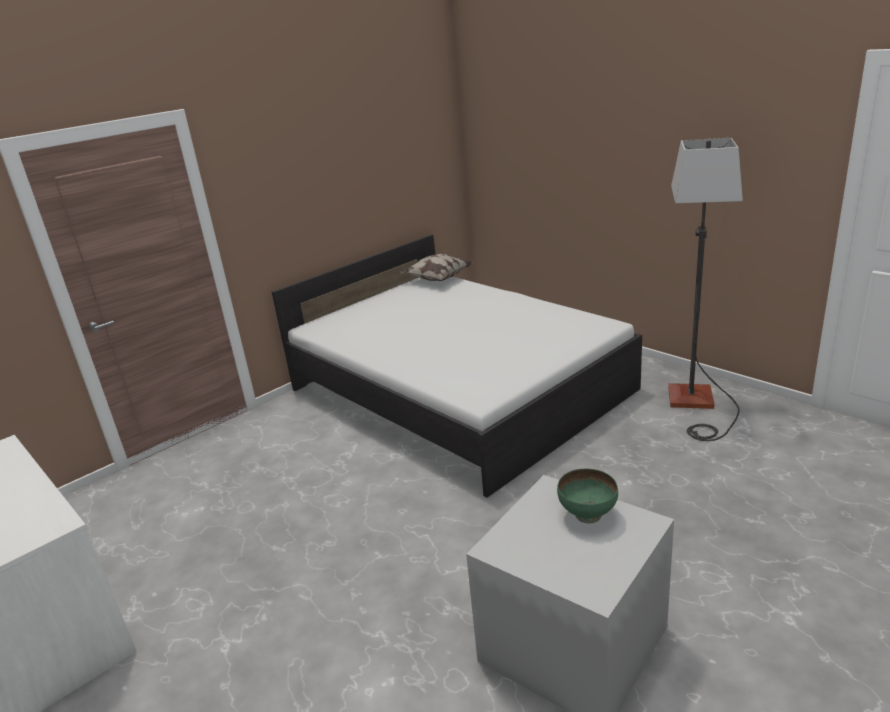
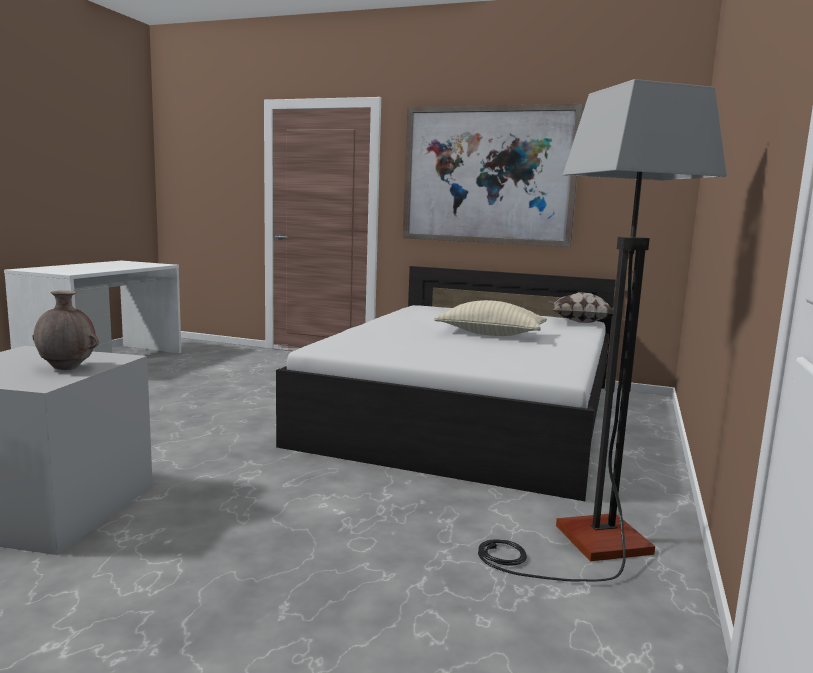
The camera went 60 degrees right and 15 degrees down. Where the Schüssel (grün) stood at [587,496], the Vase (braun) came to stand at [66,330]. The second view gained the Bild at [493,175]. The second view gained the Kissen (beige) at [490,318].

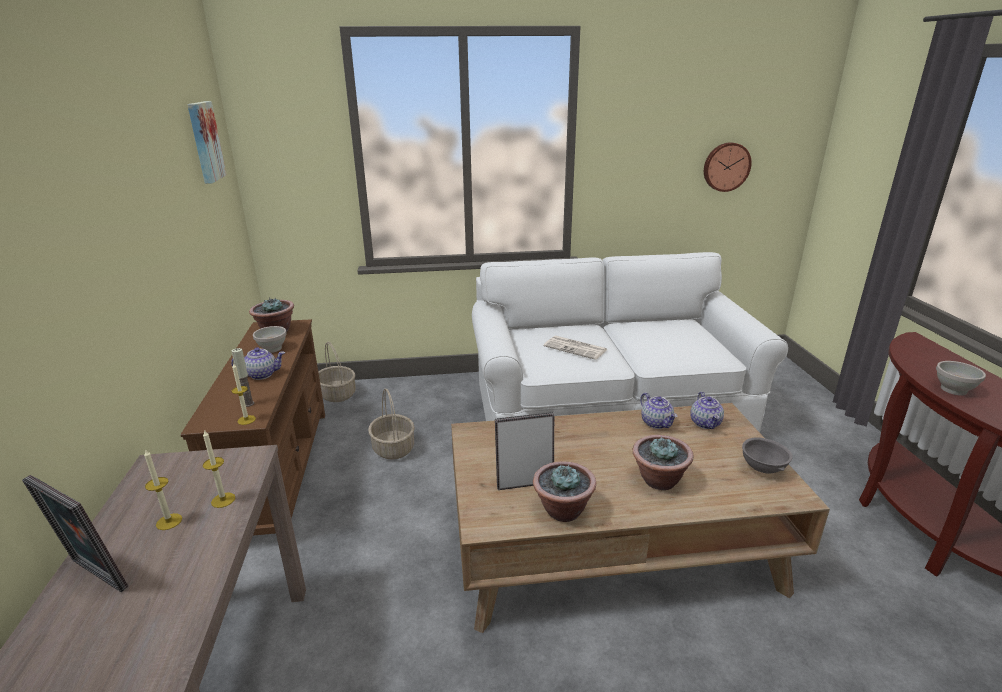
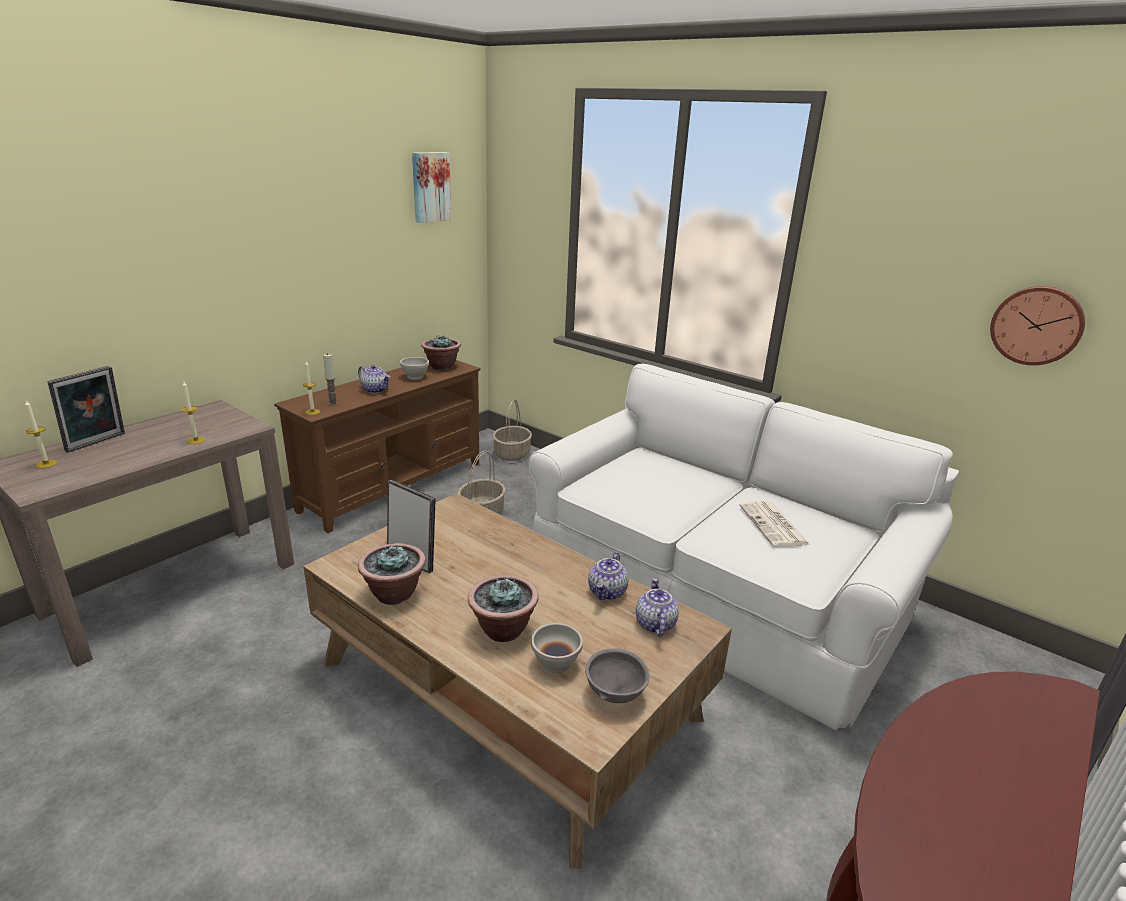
The camera went 45 degrees right and 0 degrees up. The Zeitung ended up elsewhere, having gone from [576,348] to [774,524]. The Schüssel (weiß) ended up elsewhere, having gone from [961,378] to [557,648]. The Teekanne at [707,410] ended up facing another way, 135 degrees clockwise from before. The Kerze ended up elsewhere, having gone from [163,489] to [41,435]. The Bilderrahmen at [75,533] ended up facing another way, 135 degrees counterclockwise from before.

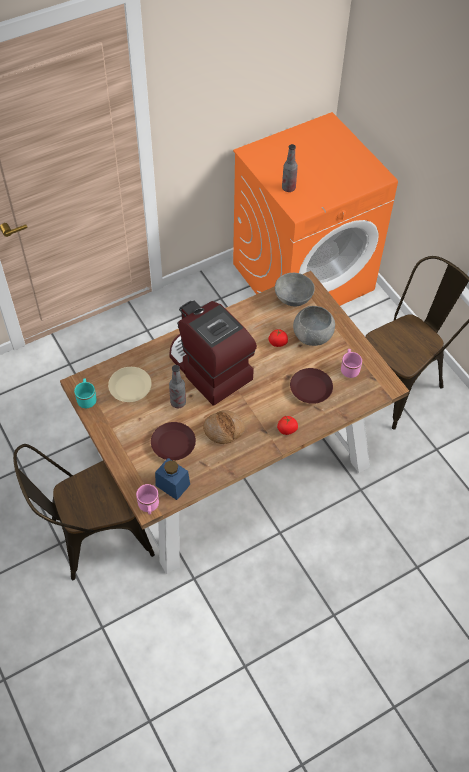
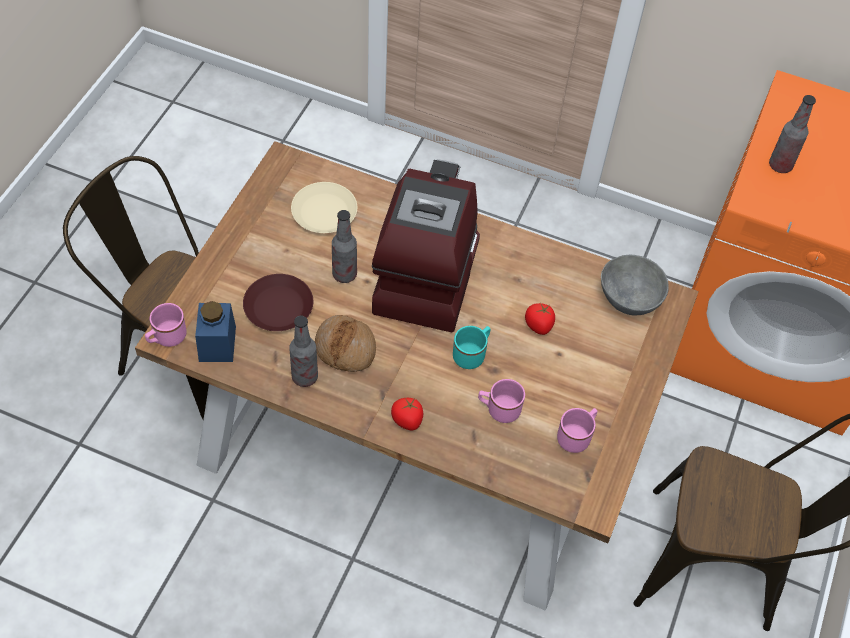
The camera went 50 degrees right and 0 degrees up. The second view lost the Schüssel (grau) at [314,326]. Where the Teller (braun) stood at [311,386], the Henkelbecher (rosa) came to stand at [501,401]. The Henkelbecher (türkis) ended up elsewhere, having gone from [85,393] to [472,347]. The second view gained the Flasche at [303,351].

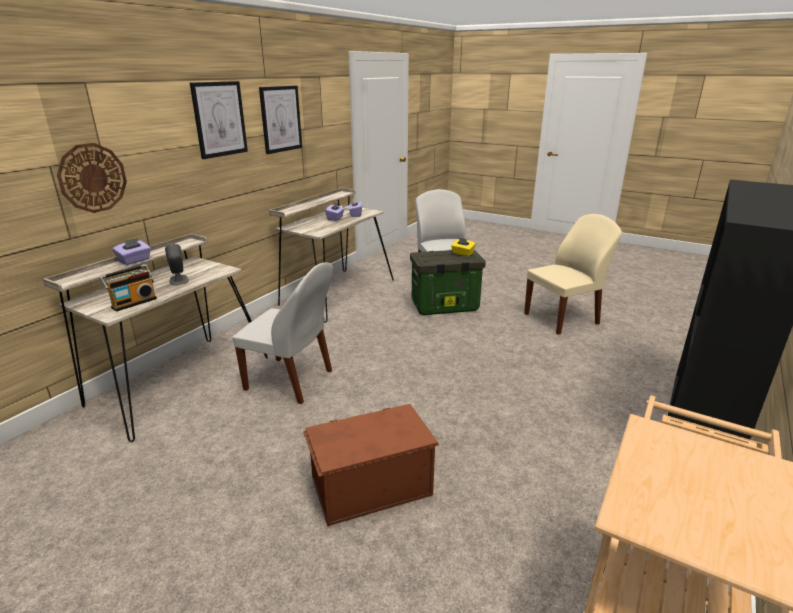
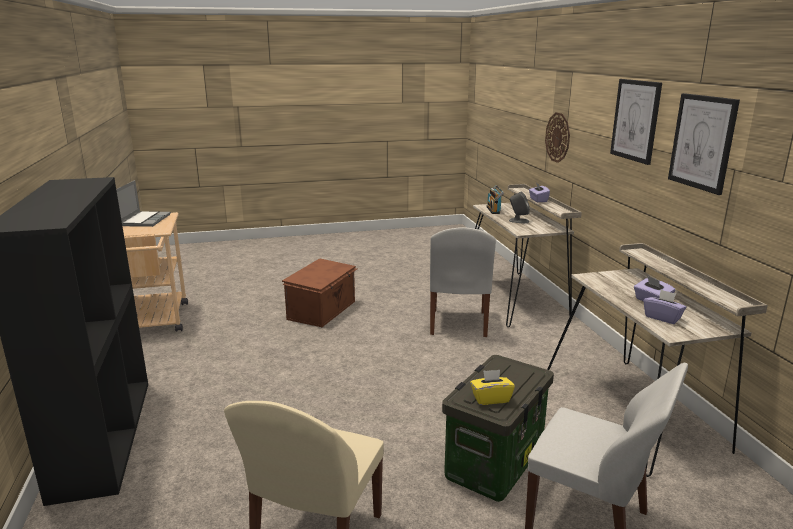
The camera went 135 degrees right and 5 degrees down. The Stuhl (weiß) at [283,333] ended up facing another way, 60 degrees counterclockwise from before. The second view gained the Laptop at [143,203].

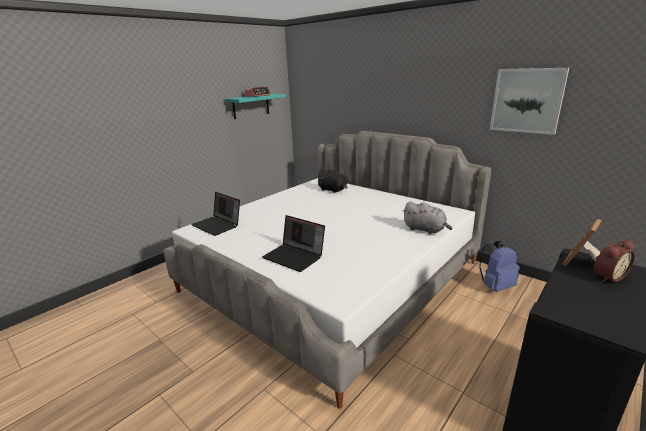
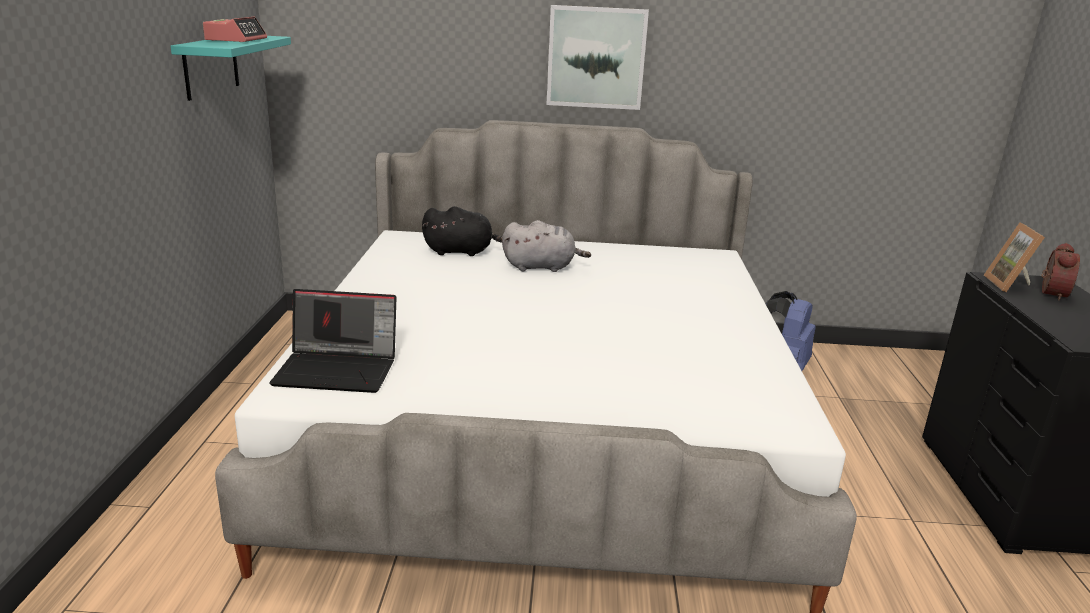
The camera went 40 degrees left and 0 degrees up. The Bild ended up elsewhere, having gone from [529,101] to [597,57]. The Plüschtier (grau) ended up elsewhere, having gone from [427,217] to [546,246]. The second view lost the Laptop at [293,243].

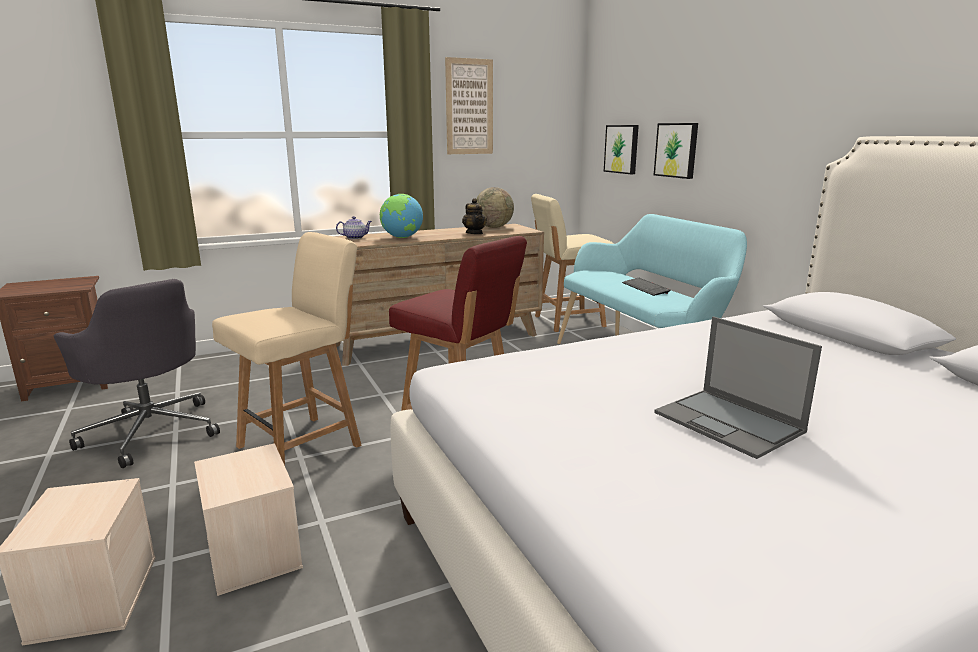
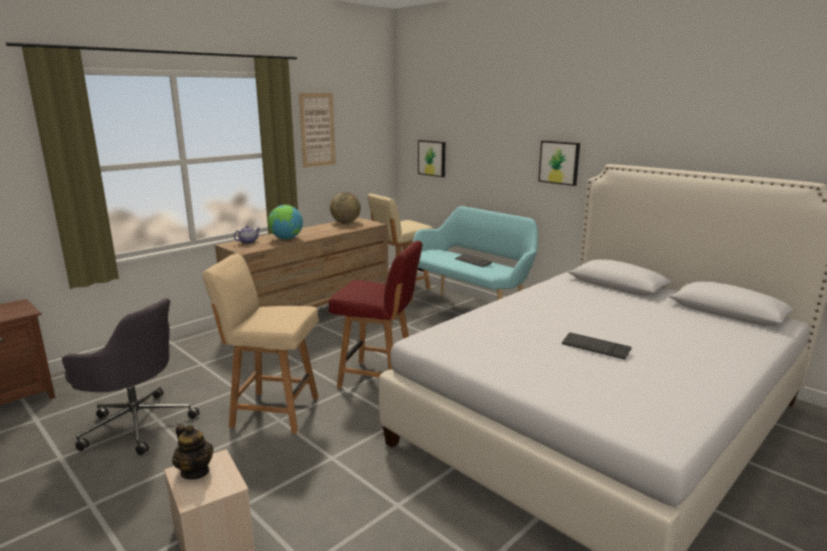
The camera went 20 degrees left and 0 degrees up. The Bild ended up elsewhere, having gone from [676,151] to [559,163]. The Teekanne ended up elsewhere, having gone from [474,216] to [192,452]. The Stuhl (beige) at [287,348] ended up facing another way, 105 degrees counterclockwise from before. Where the Laptop stood at [738,387], the Tastatur came to stand at [596,346]. The second view lost the Aufbewahrungsbox (beige) at [248,519].

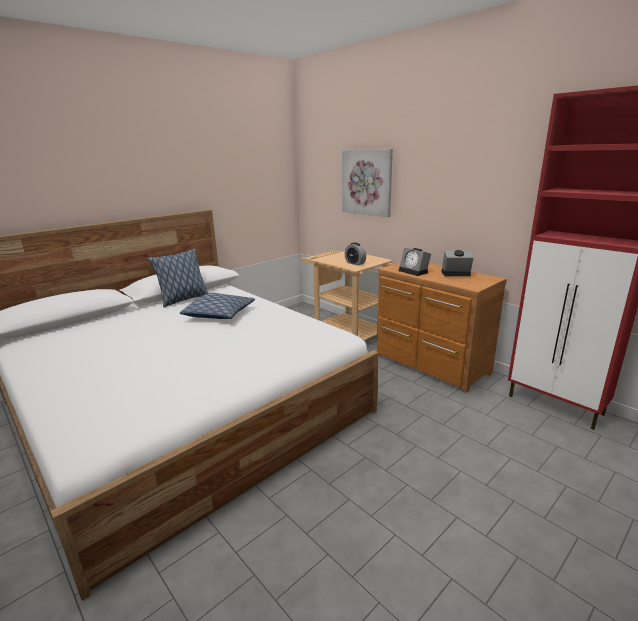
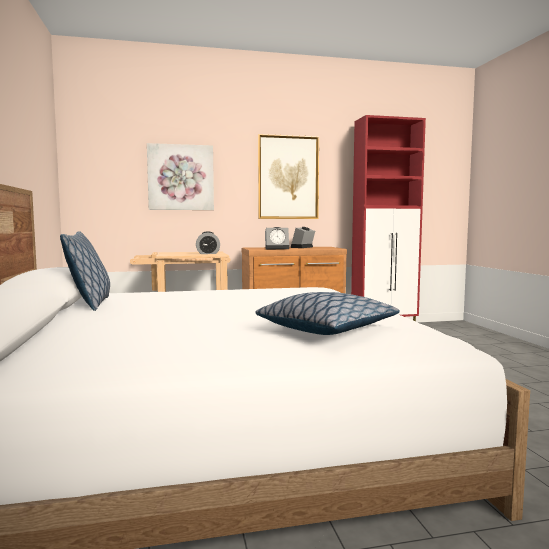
The camera went 60 degrees left and 15 degrees down. The Kissen ended up elsewhere, having gone from [217,306] to [327,313]. The second view gained the Bild at [288,176].

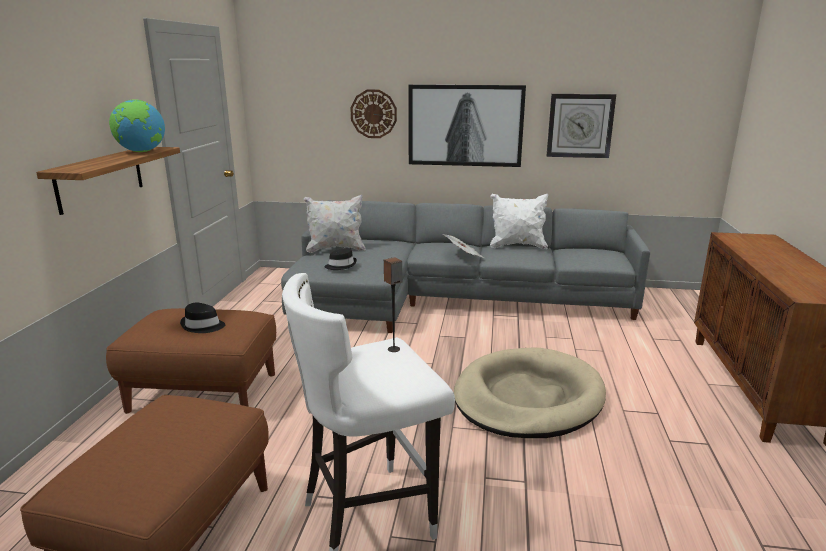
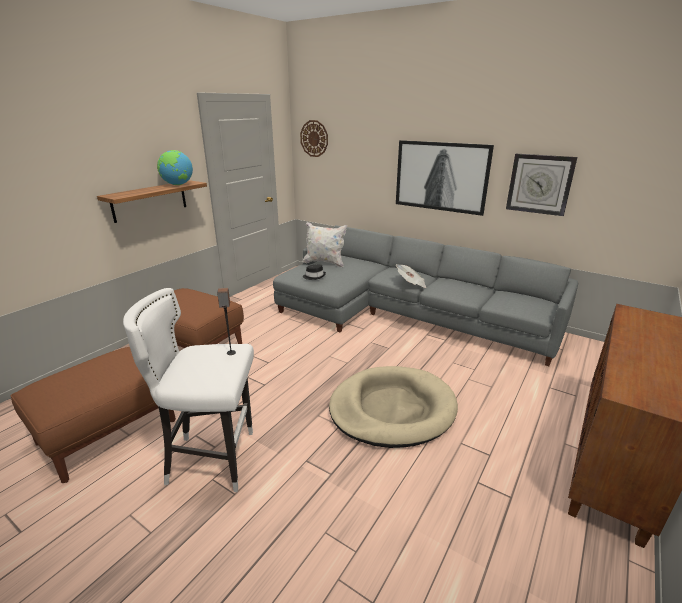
The camera went 25 degrees right and 5 degrees up. The Wanduhr ended up elsewhere, having gone from [373,114] to [314,138]. The second view lost the Kissen (weiß) at [519,221]. The second view lost the Hut (schwarz) at [202,318].

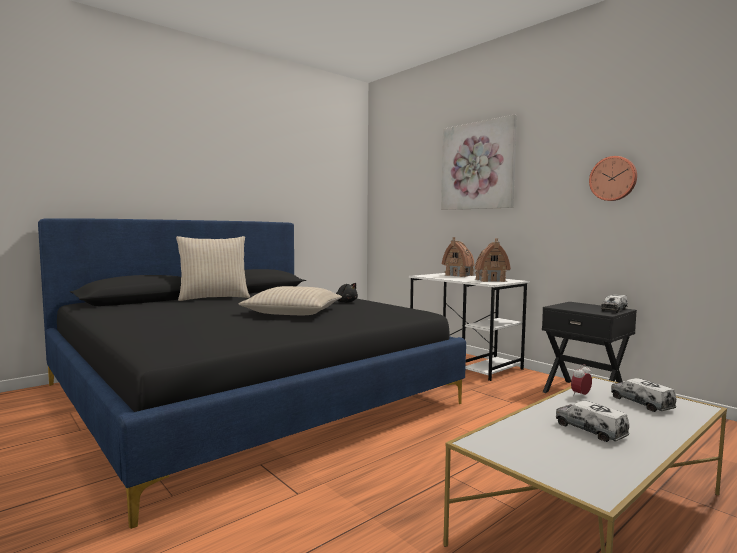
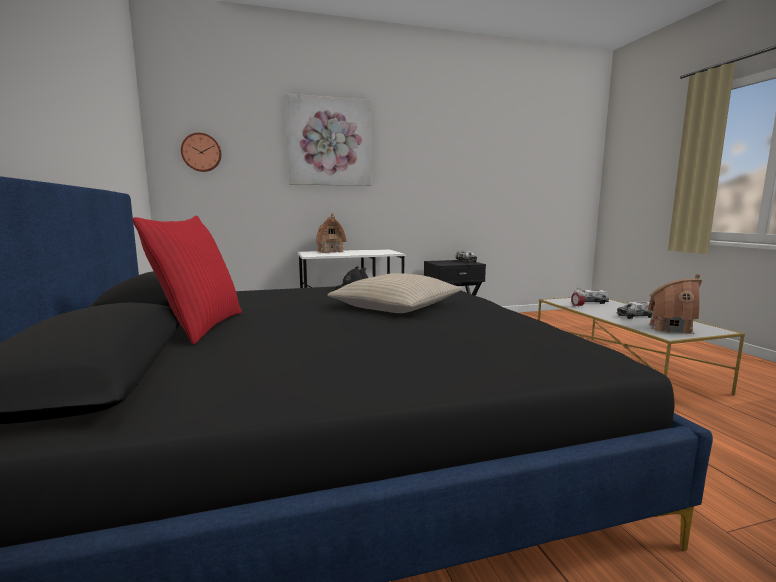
The camera went 65 degrees left and 5 degrees up. The Wanduhr ended up elsewhere, having gone from [613,178] to [201,152]. What was the Kissen (beige) at [213,268] turned into the Kissen (rot) at [187,280]. The Spielzeughaus ended up elsewhere, having gone from [492,260] to [675,304].

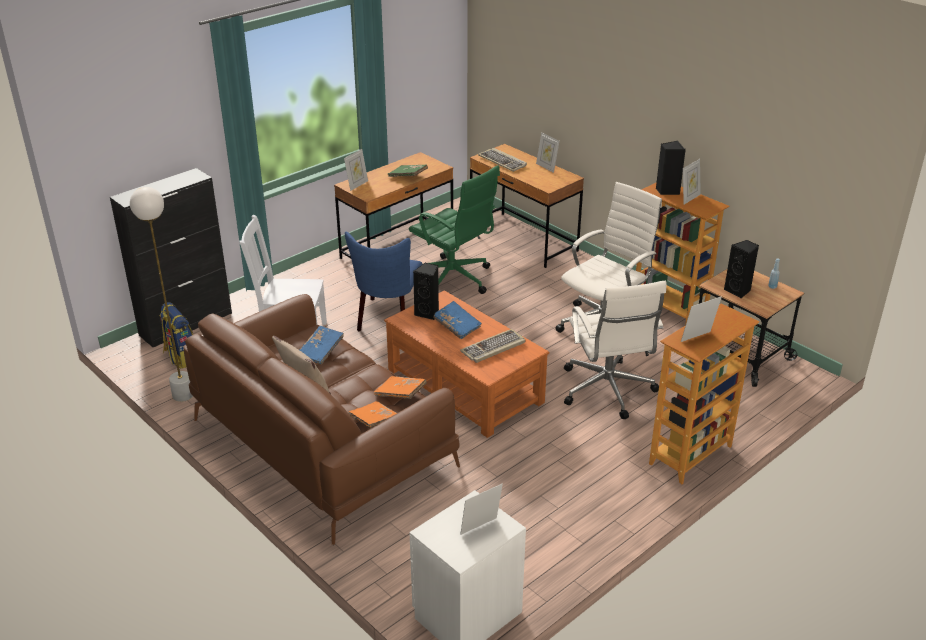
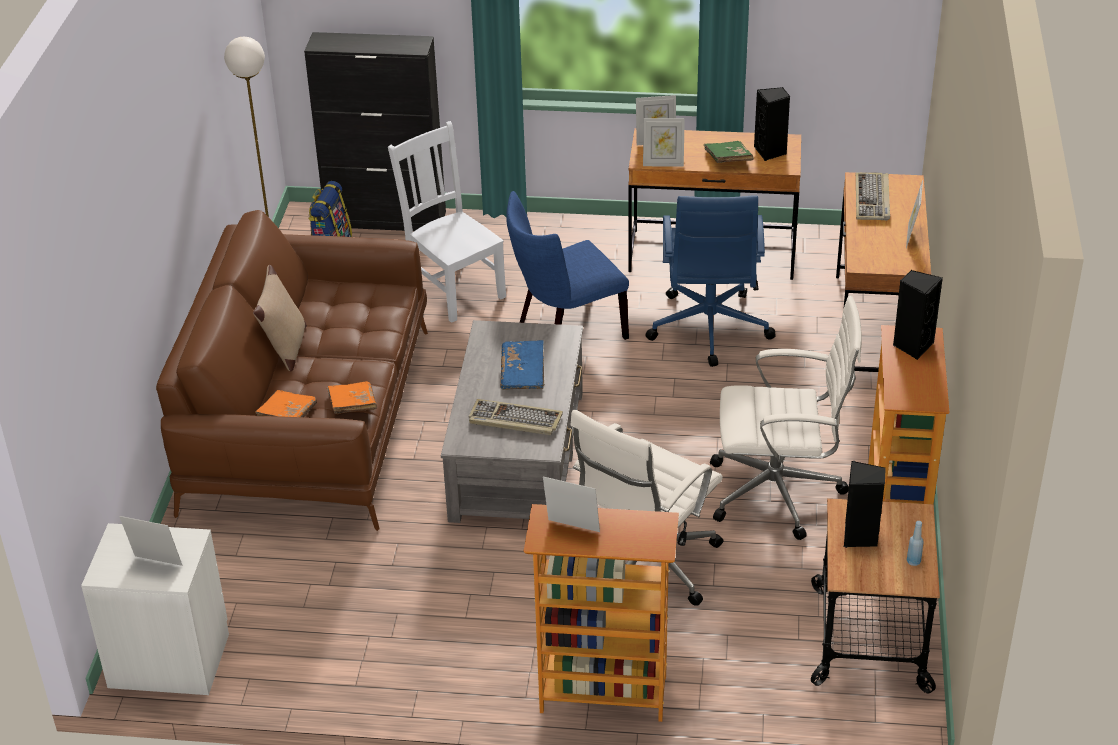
The camera went 50 degrees right and 5 degrees up. The Bilderrahmen ended up elsewhere, having gone from [692,181] to [664,142]. What was the Bürostuhl (grün) at [454,229] turned into the Bürostuhl (blau) at [710,281]. The Lautsprecher (schwarz) ended up elsewhere, having gone from [426,291] to [772,124]. What was the Couchtisch (orange) at [466,364] turned into the Couchtisch (grau) at [512,421]. The second view lost the Buch (blau) at [321,345].

